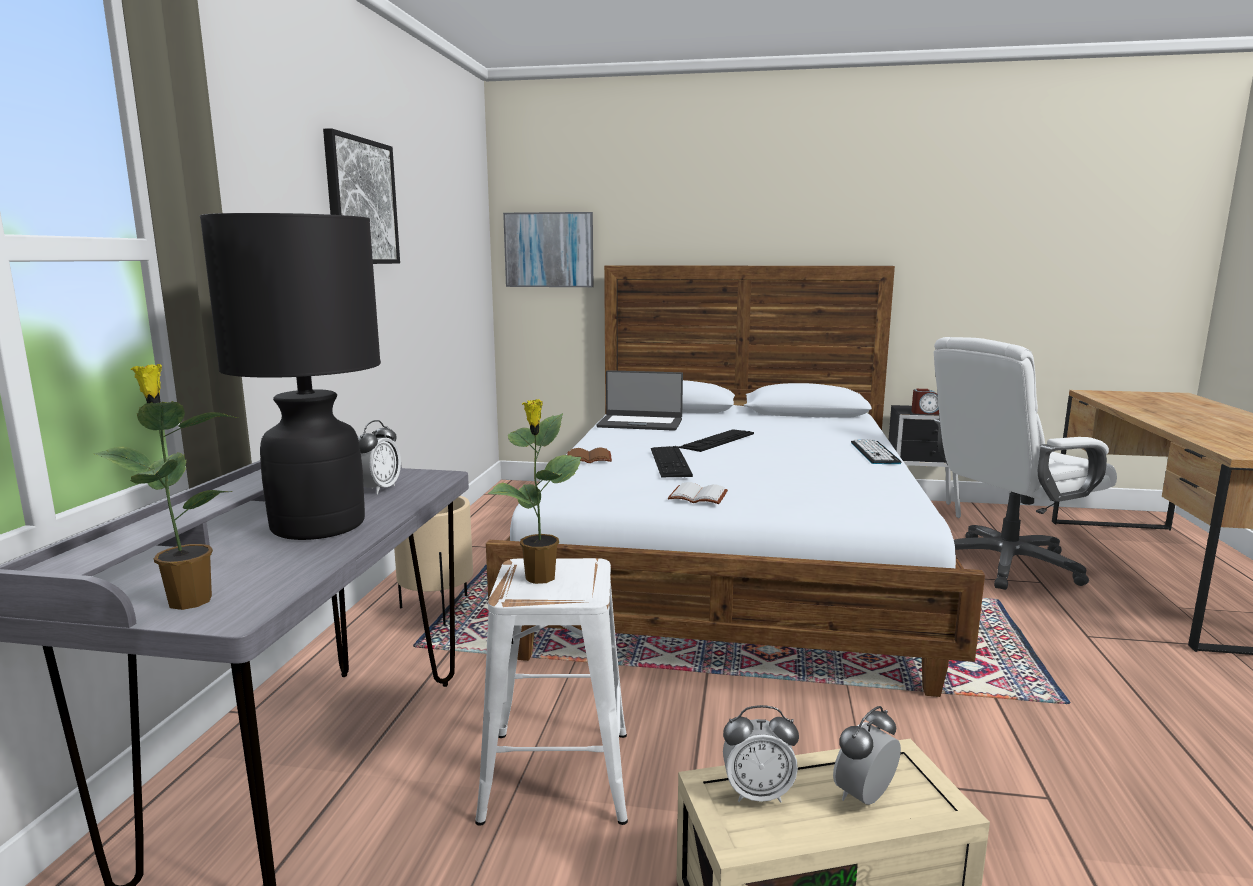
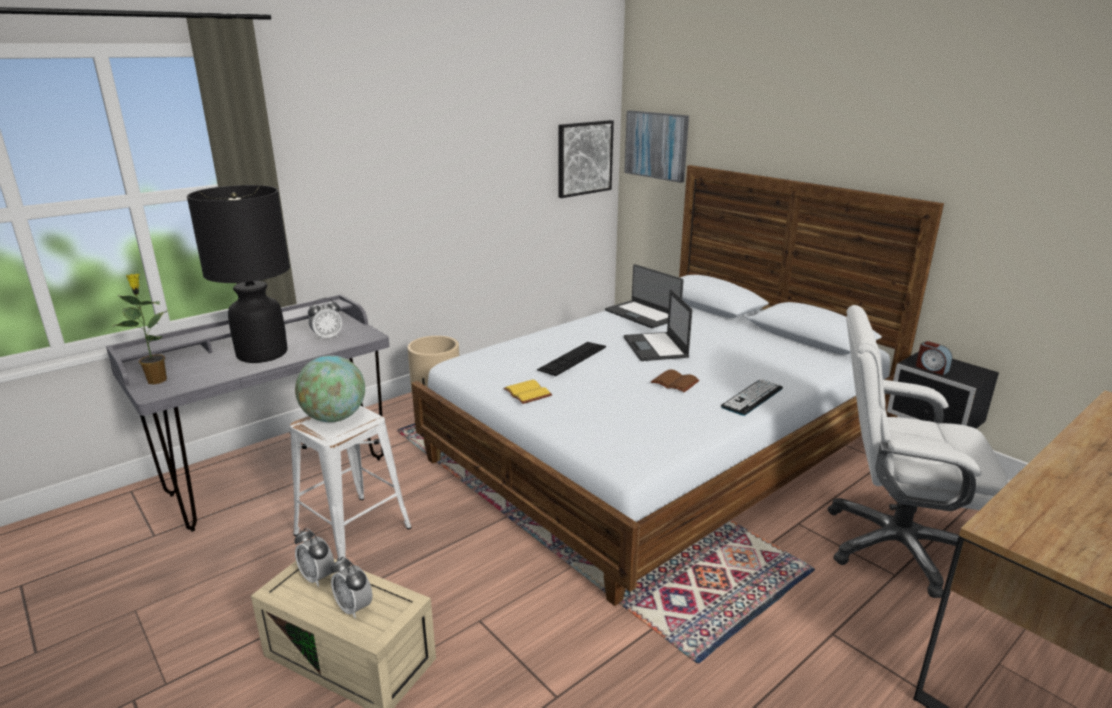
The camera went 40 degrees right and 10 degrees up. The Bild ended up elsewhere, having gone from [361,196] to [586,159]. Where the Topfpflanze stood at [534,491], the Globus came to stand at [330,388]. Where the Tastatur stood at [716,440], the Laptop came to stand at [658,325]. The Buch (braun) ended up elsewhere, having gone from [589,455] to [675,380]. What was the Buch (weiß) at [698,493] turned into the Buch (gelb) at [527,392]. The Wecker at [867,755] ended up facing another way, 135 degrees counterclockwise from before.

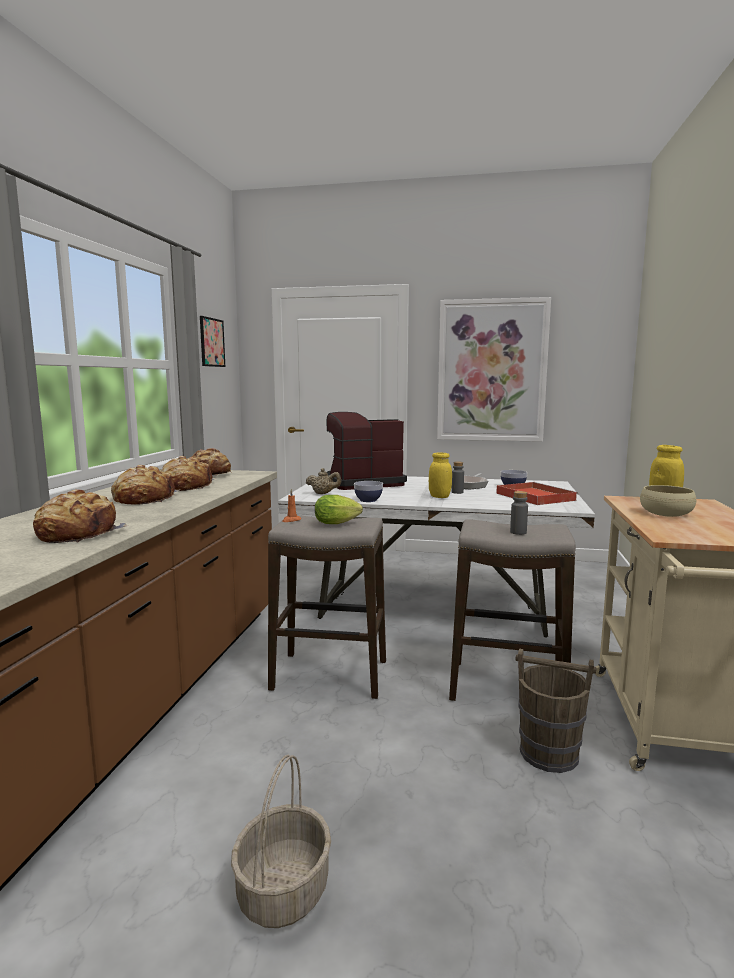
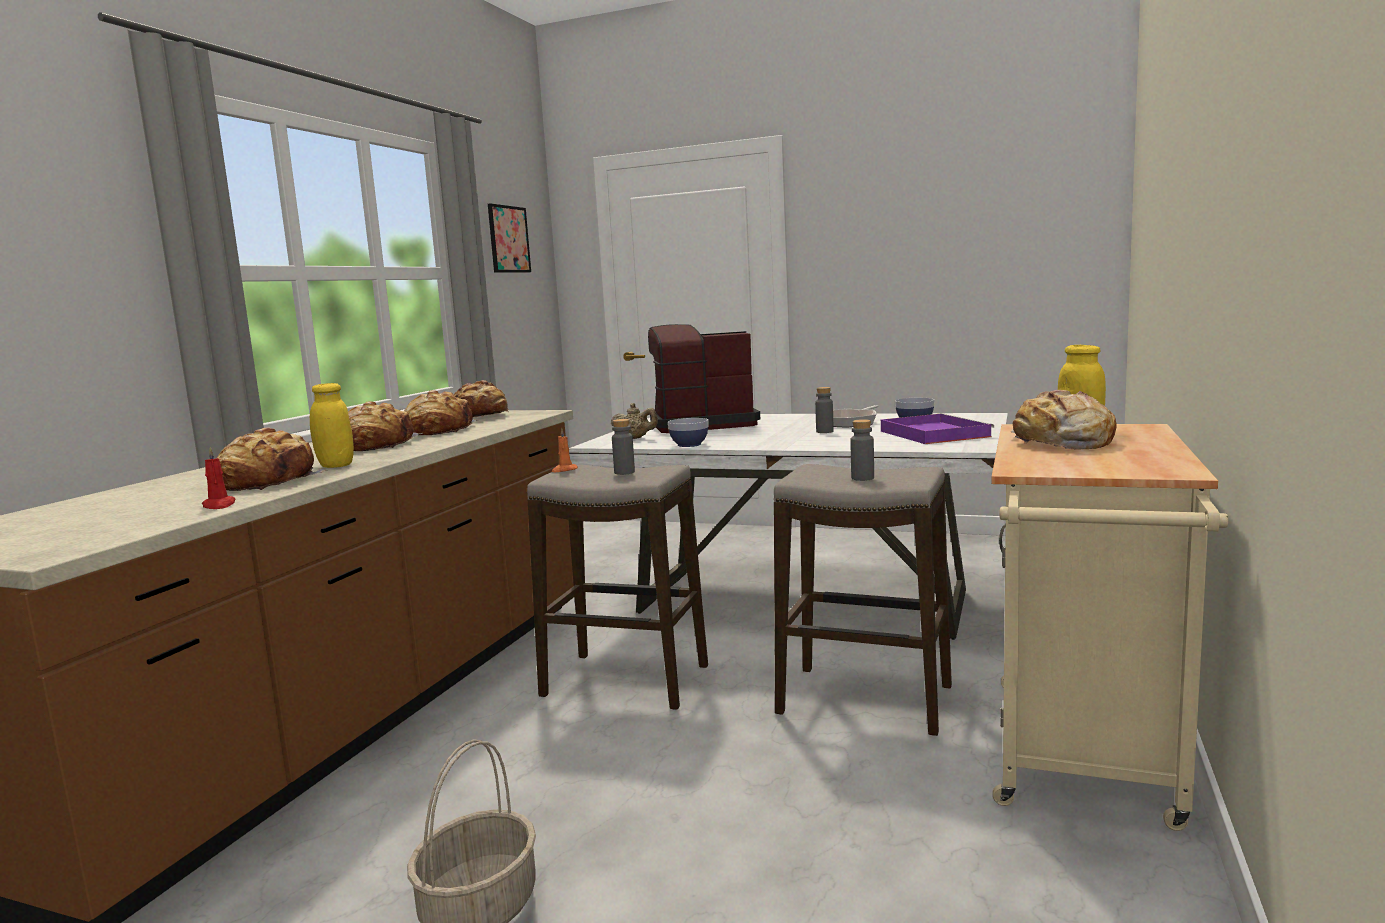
The camera went 10 degrees right and 0 degrees up. The second view lost the Bild at [494,369]. The Vorratsglas (gelb) ended up elsewhere, having gone from [440,475] to [332,425]. What was the Tablett (rot) at [537,493] turned into the Tablett (lila) at [937,428]. Where the Schüssel (beige) stood at [668,501], the Brot came to stand at [1064,420]. Where the Salatkopf stood at [339,509], the Flasche (grau) came to stand at [623,447]. The second view lost the Eimer (braun) at [556,710]. The second view gained the Kerze (rot) at [218,478].

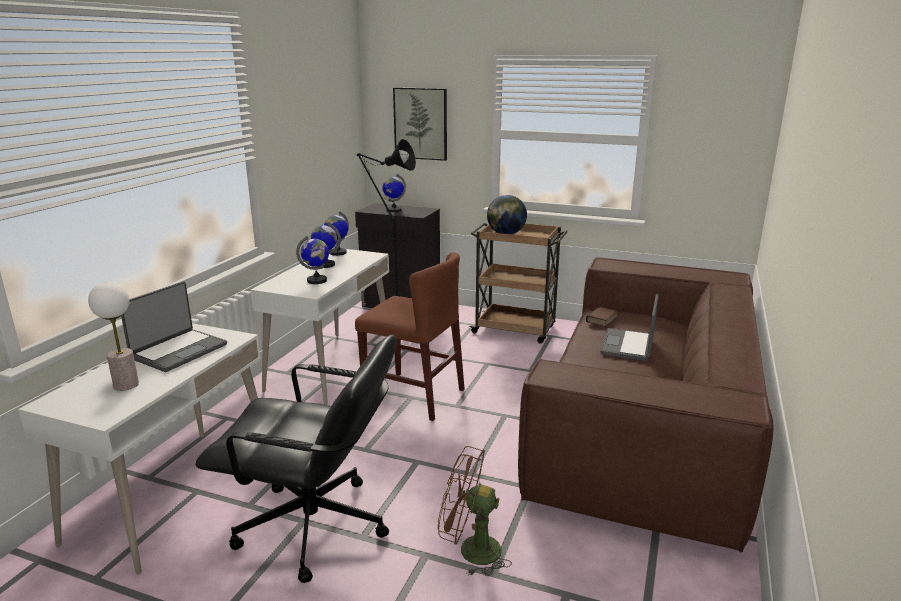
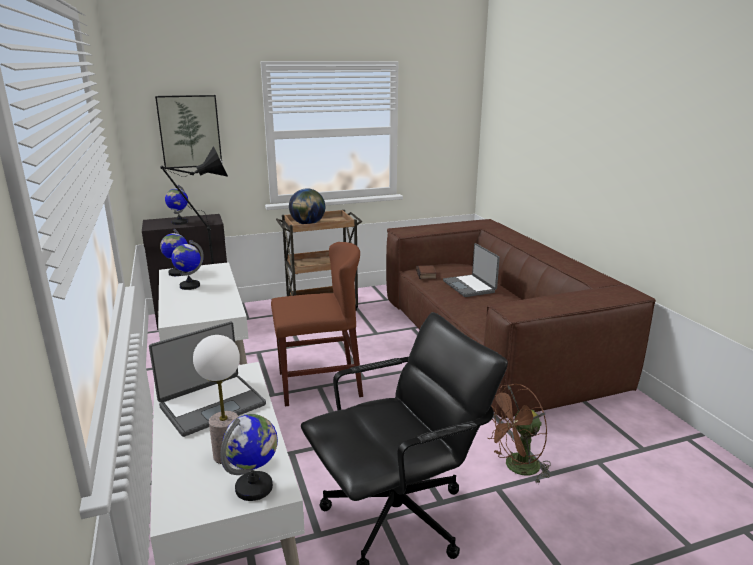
The camera went 40 degrees left and 0 degrees up. The Globus ended up elsewhere, having gone from [312,260] to [249,457]. The Laptop at [174,326] ended up facing another way, 60 degrees clockwise from before.

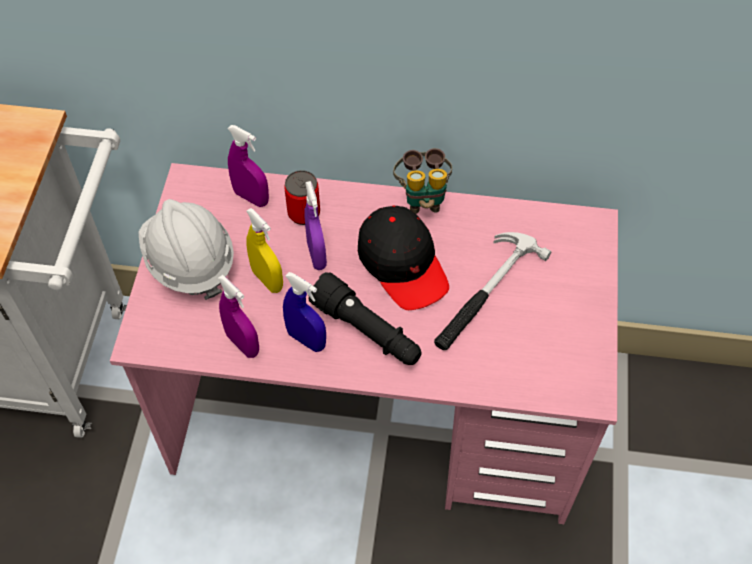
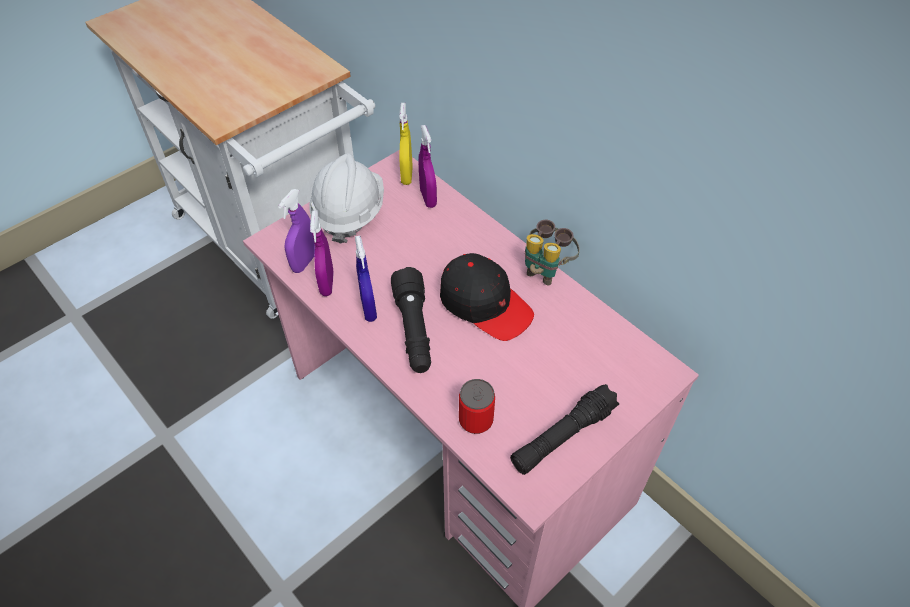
The camera went 40 degrees right and 5 degrees down. The Dose ended up elsewhere, having gone from [302,197] to [477,406]. The Sprühflasche (lila) ended up elsewhere, having gone from [315,225] to [296,231]. The Kappe (schwarz) at [403,258] ended up facing another way, 60 degrees counterclockwise from before. The Sprühflasche (gelb) ended up elsewhere, having gone from [264,250] to [406,144]. The second view lost the Hammer at [492,291]. The second view gained the Taschenlampe (schwarz) at [565,429].

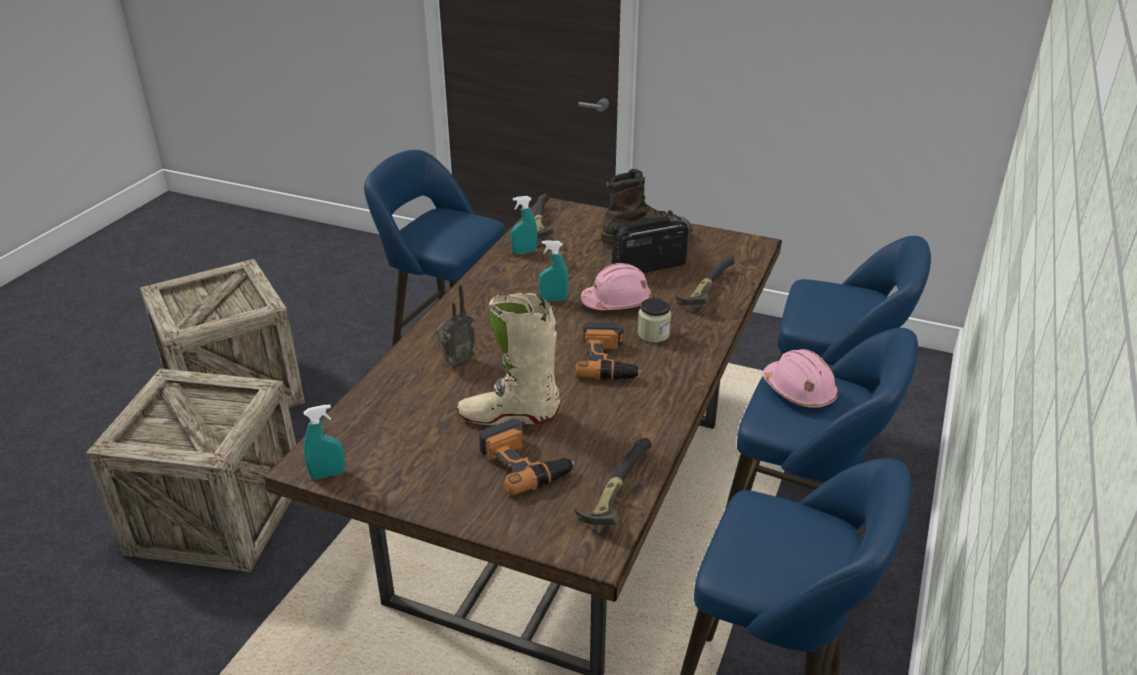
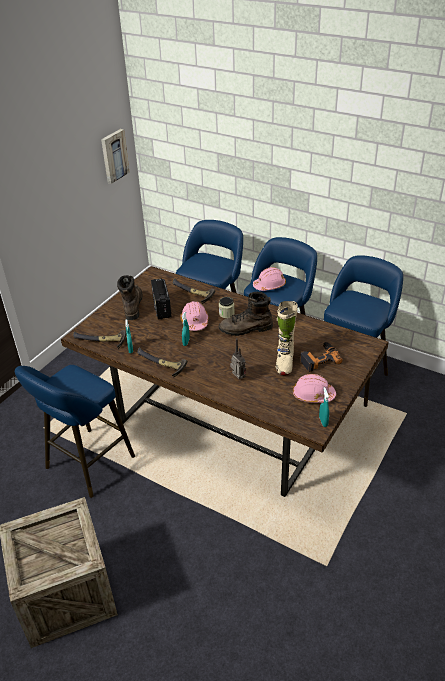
The camera went 80 degrees left and 5 degrees up. Where the Bohrmaschine stood at [608,351], the Stiefel (braun) came to stand at [246,314]. The second view lost the Kiste at [191,470]. The Hammer ended up elsewhere, having gone from [613,482] to [162,362]. The second view gained the Bild at [115,156]. The second view gained the Schutzhelm (rosa) at [314,388].

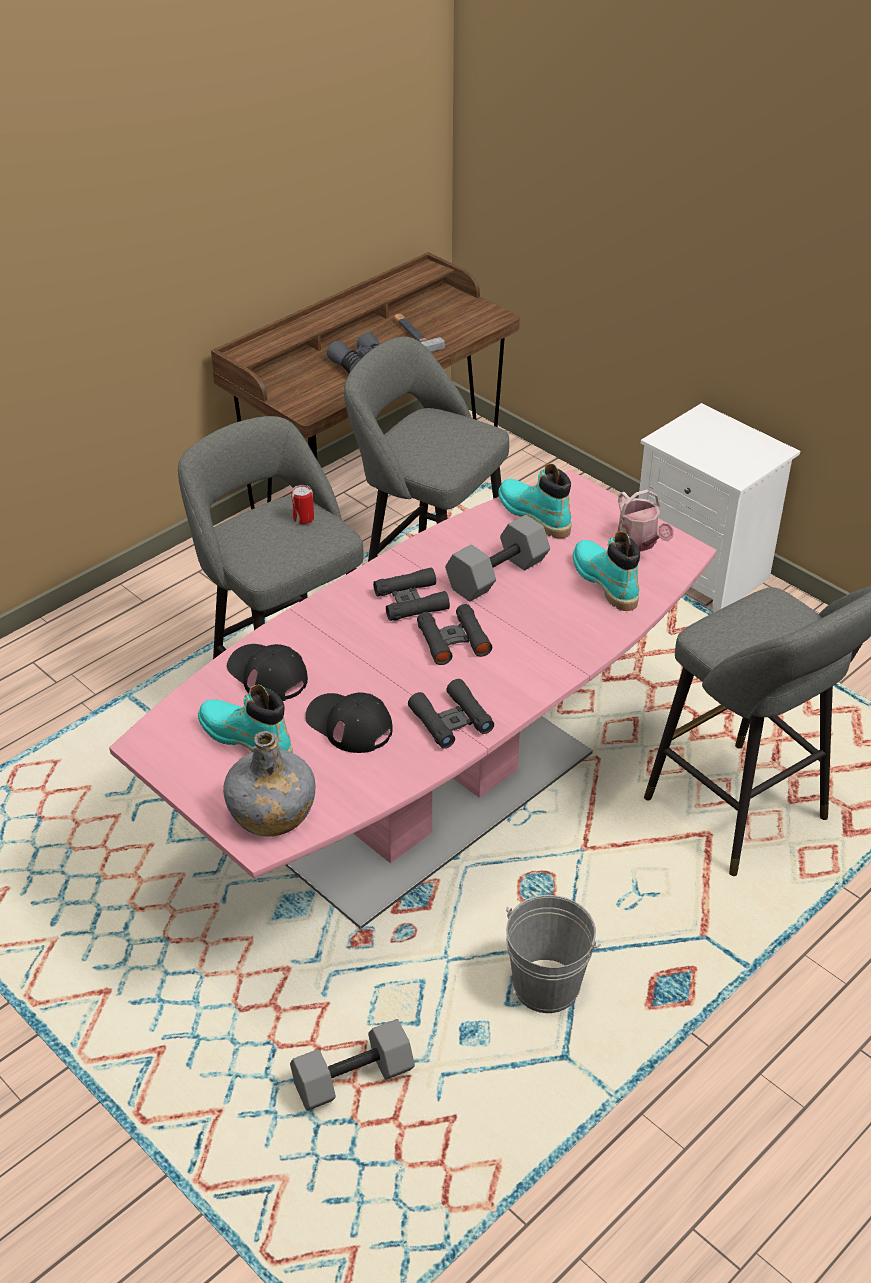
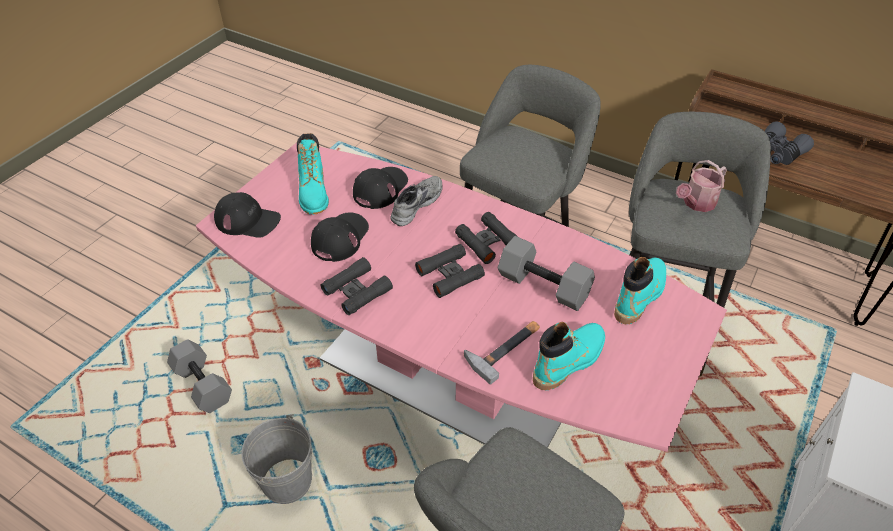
The camera went 75 degrees right and 5 degrees up. The Hammer ended up elsewhere, having gone from [419,333] to [502,353]. The second view lost the Dose at [302,504]. The Gießkanne ended up elsewhere, having gone from [646,520] to [701,186]. The Stiefel (türkis) at [245,718] ended up facing another way, 150 degrees clockwise from before. Where the Flasche (grau) stood at [269,784], the Kappe (schwarz) came to stand at [247,215]. The second view gained the Schuh (grau) at [416,201].

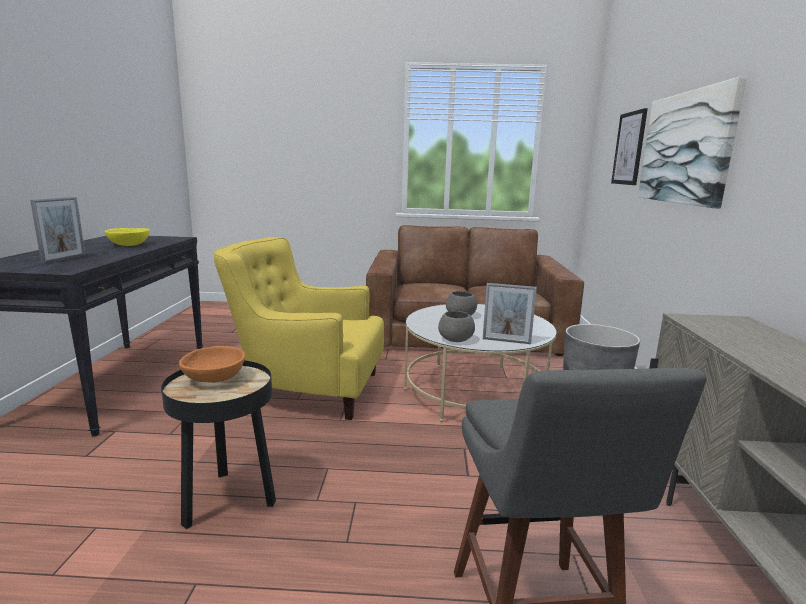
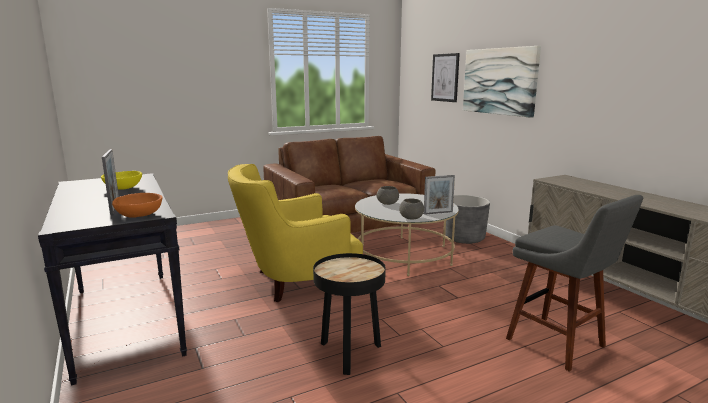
The camera went 30 degrees left and 0 degrees up. The Schüssel (orange) ended up elsewhere, having gone from [212,364] to [137,205].

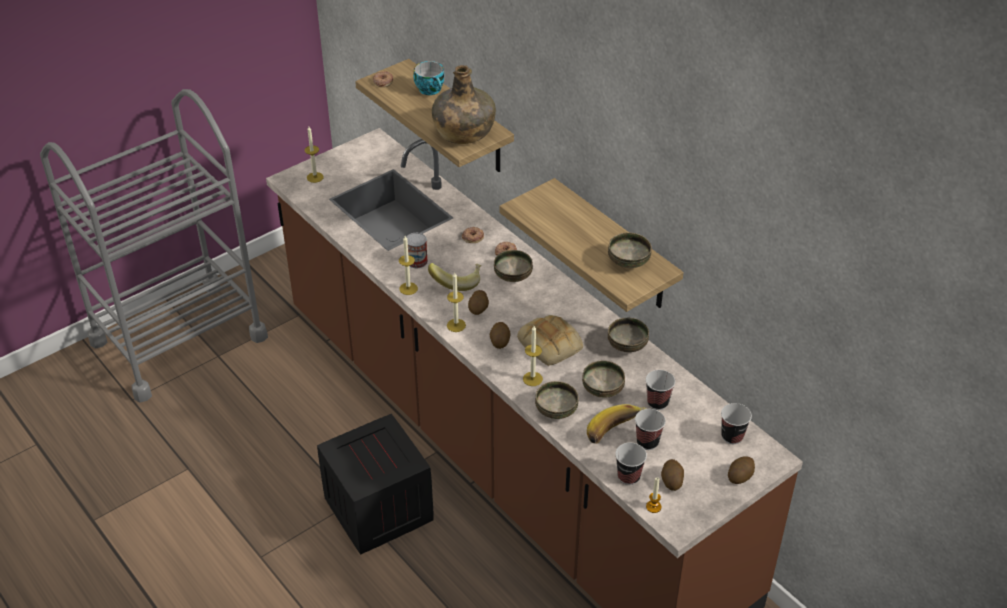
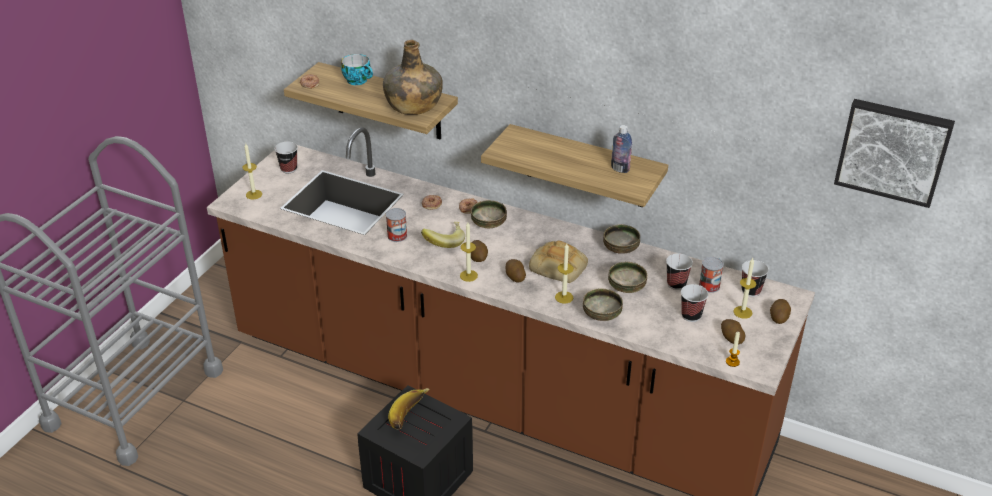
The camera went 25 degrees left and 5 degrees down. Where the Schüssel stood at [630,250], the Flasche came to stand at [621,149]. The Kerze ended up elsewhere, having gone from [408,265] to [744,288]. The Banane ended up elsewhere, having gone from [617,424] to [408,408]. The Tasse ended up elsewhere, having gone from [631,464] to [286,157]. The second view gained the Bild at [894,153]. The second view gained the Dose at [711,275].

